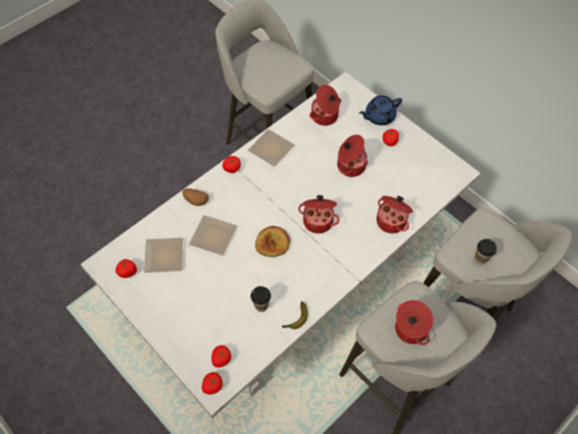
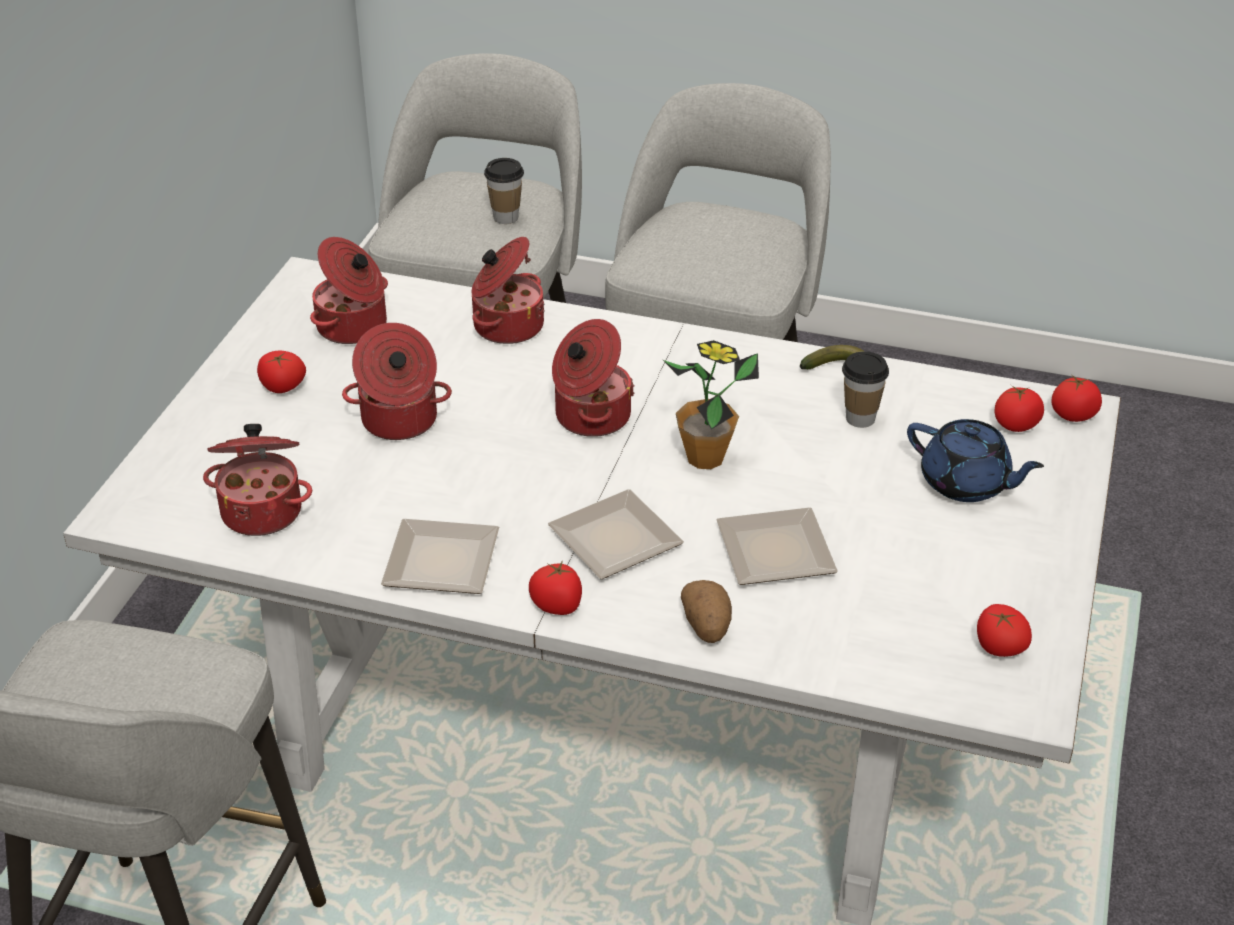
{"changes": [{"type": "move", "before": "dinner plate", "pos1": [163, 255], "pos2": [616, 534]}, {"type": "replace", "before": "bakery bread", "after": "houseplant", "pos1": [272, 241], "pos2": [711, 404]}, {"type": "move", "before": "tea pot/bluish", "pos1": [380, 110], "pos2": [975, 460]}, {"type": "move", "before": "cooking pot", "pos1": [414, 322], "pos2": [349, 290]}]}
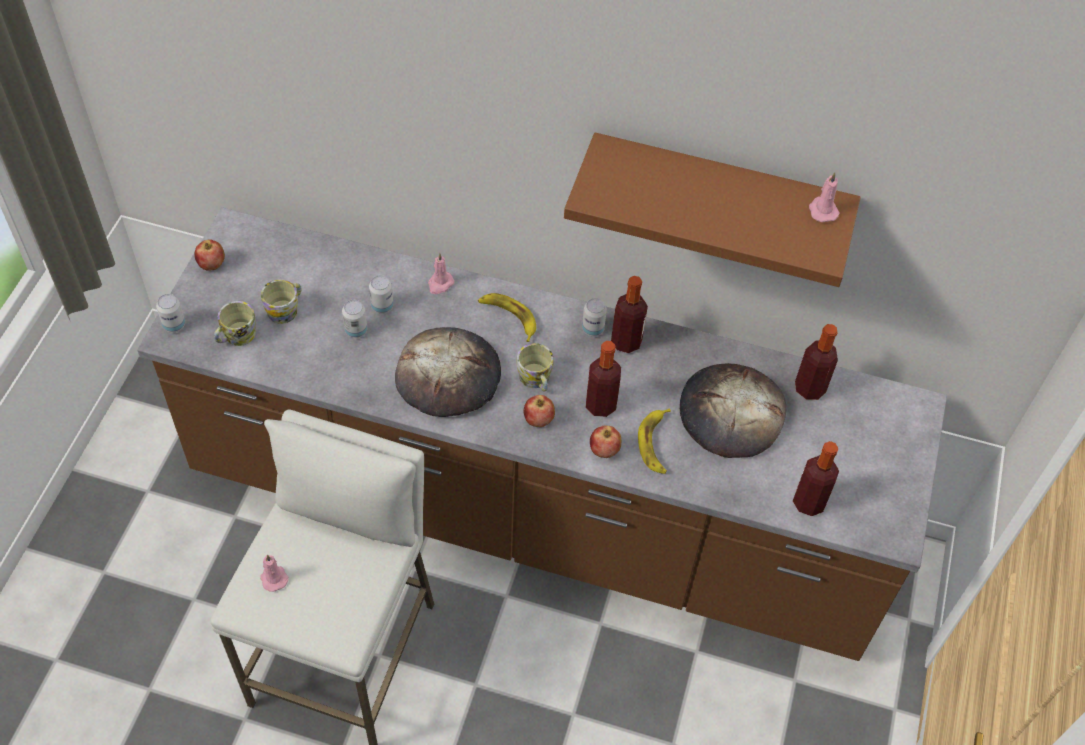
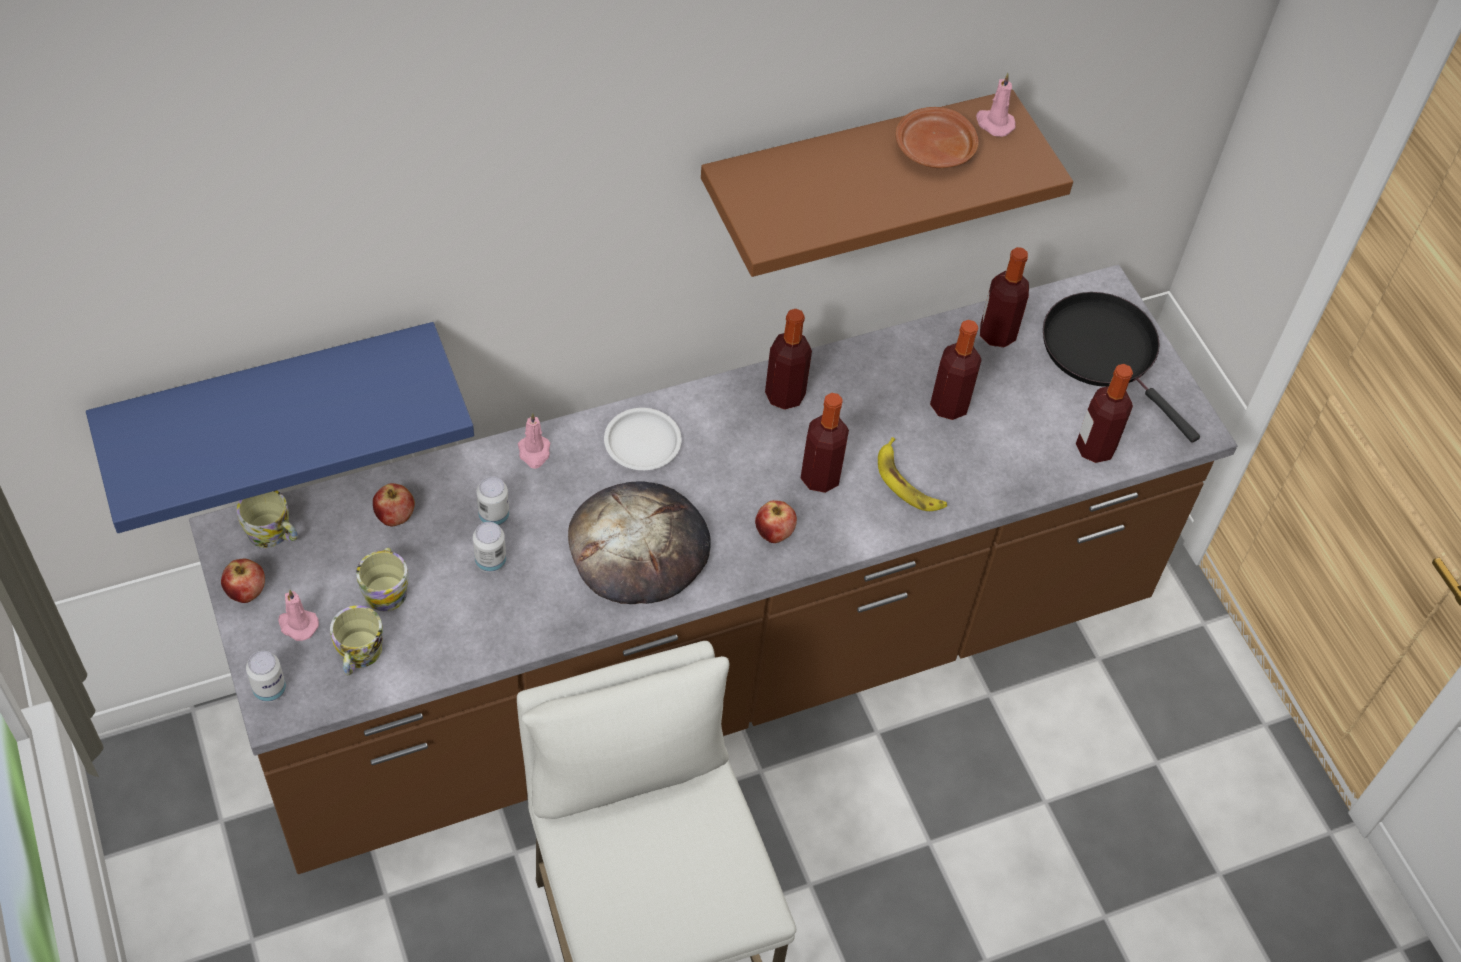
{"changes": [{"type": "move", "before": "wax candle/pink", "pos1": [274, 573], "pos2": [298, 615]}, {"type": "replace", "before": "banana", "after": "dinner plate/white-coloured", "pos1": [507, 317], "pos2": [643, 439]}, {"type": "move", "before": "tea mug", "pos1": [535, 367], "pos2": [267, 519]}, {"type": "delete", "before": "metal can", "pos1": [594, 317]}, {"type": "move", "before": "apple fruit", "pos1": [605, 441], "pos2": [394, 504]}, {"type": "replace", "before": "bakery bread", "after": "beverage bottle", "pos1": [733, 410], "pos2": [955, 370]}, {"type": "insert", "after": "wall shelf/bluish", "pos2": [280, 427]}, {"type": "insert", "after": "dinner plate/brown-coloured", "pos2": [937, 137]}, {"type": "insert", "after": "skillet/blackish", "pos2": [1121, 367]}]}
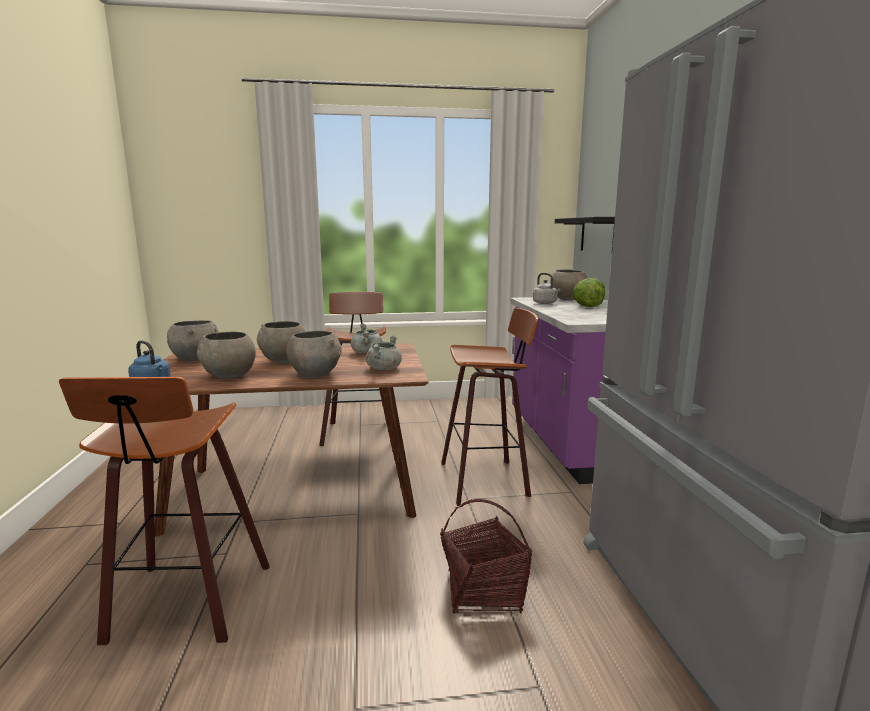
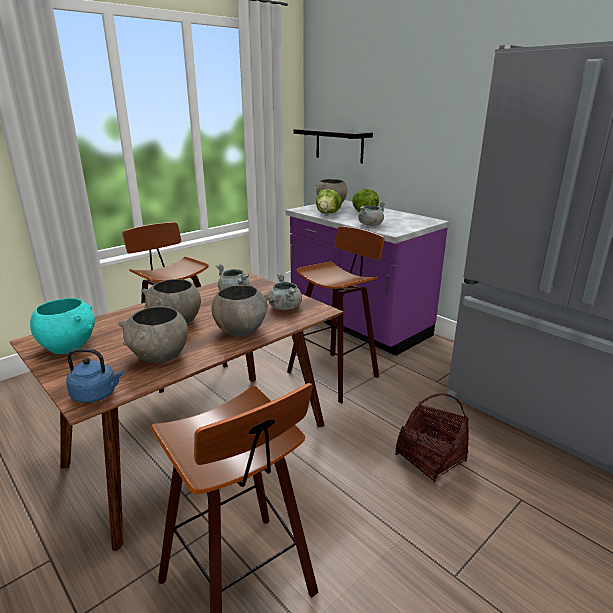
{"changes": [{"type": "recolor", "before": "deep dish/grey", "after": "deep dish/turquoise", "pos1": [193, 340], "pos2": [62, 326]}, {"type": "replace", "before": "kettle/grey", "after": "lettuce", "pos1": [546, 288], "pos2": [329, 201]}, {"type": "insert", "after": "cooking pot/grey", "pos2": [372, 214]}]}
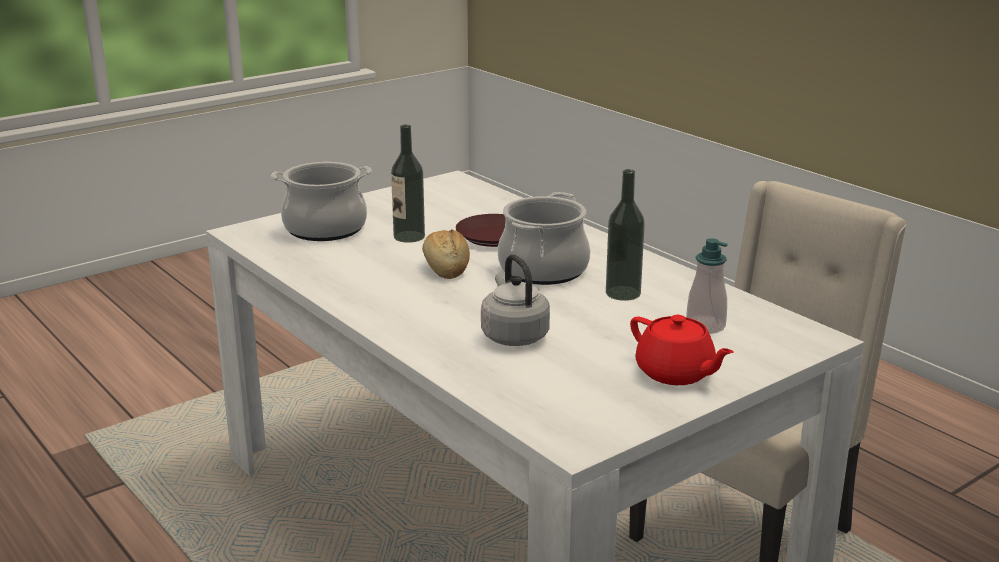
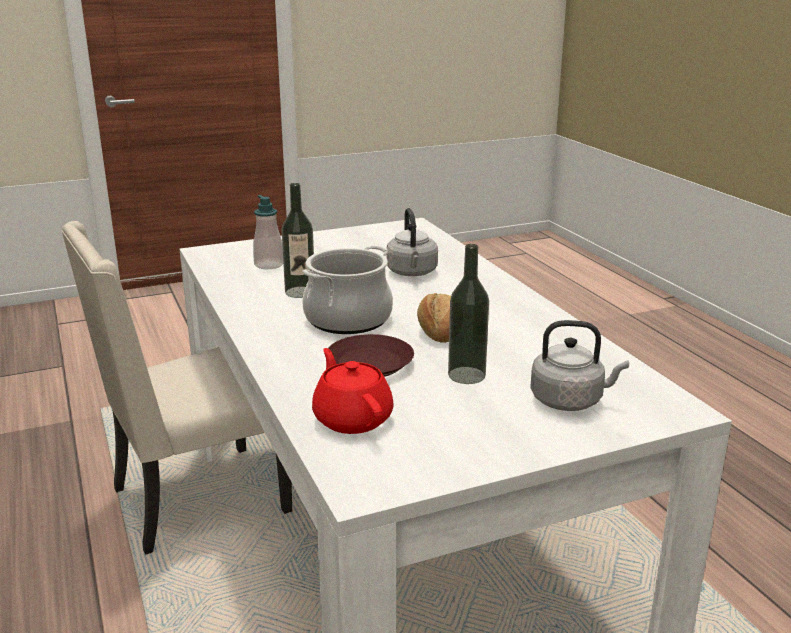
{"changes": [{"type": "replace", "before": "cooking pot", "after": "kettle/grey", "pos1": [321, 201], "pos2": [579, 365]}, {"type": "move", "before": "tea pot/reddish", "pos1": [681, 350], "pos2": [353, 391]}]}
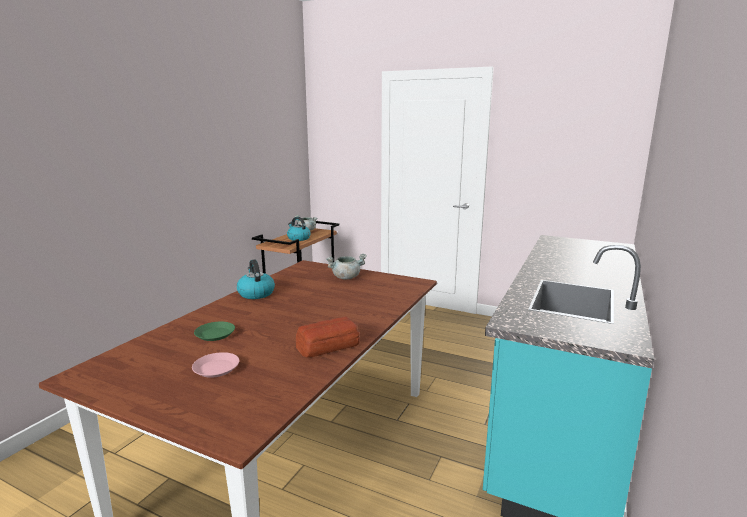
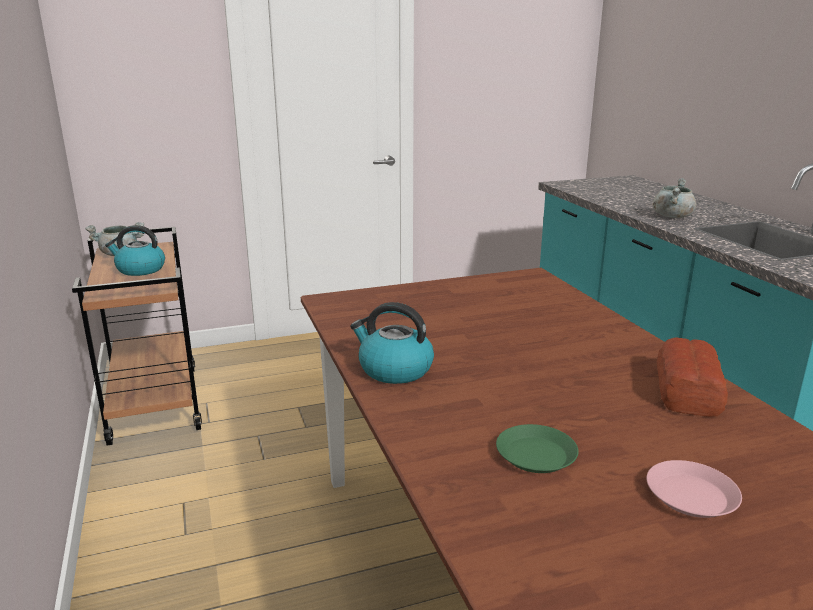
{"changes": [{"type": "move", "before": "cooking pot/grey", "pos1": [346, 267], "pos2": [674, 198]}]}
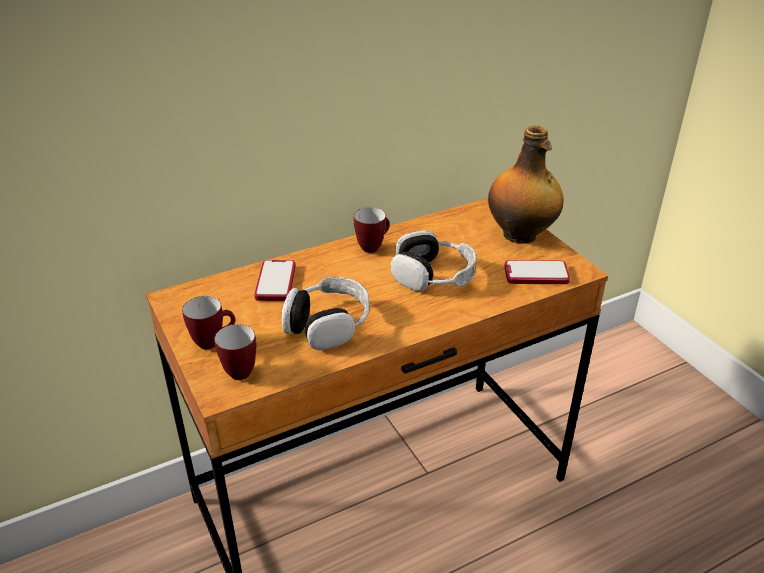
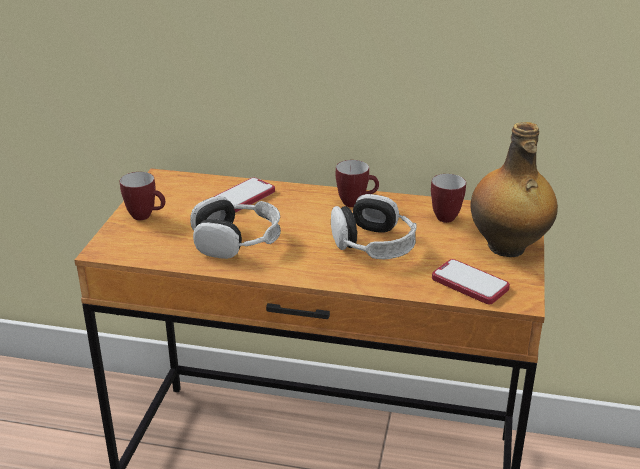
{"changes": [{"type": "move", "before": "tea mug", "pos1": [235, 352], "pos2": [448, 198]}]}
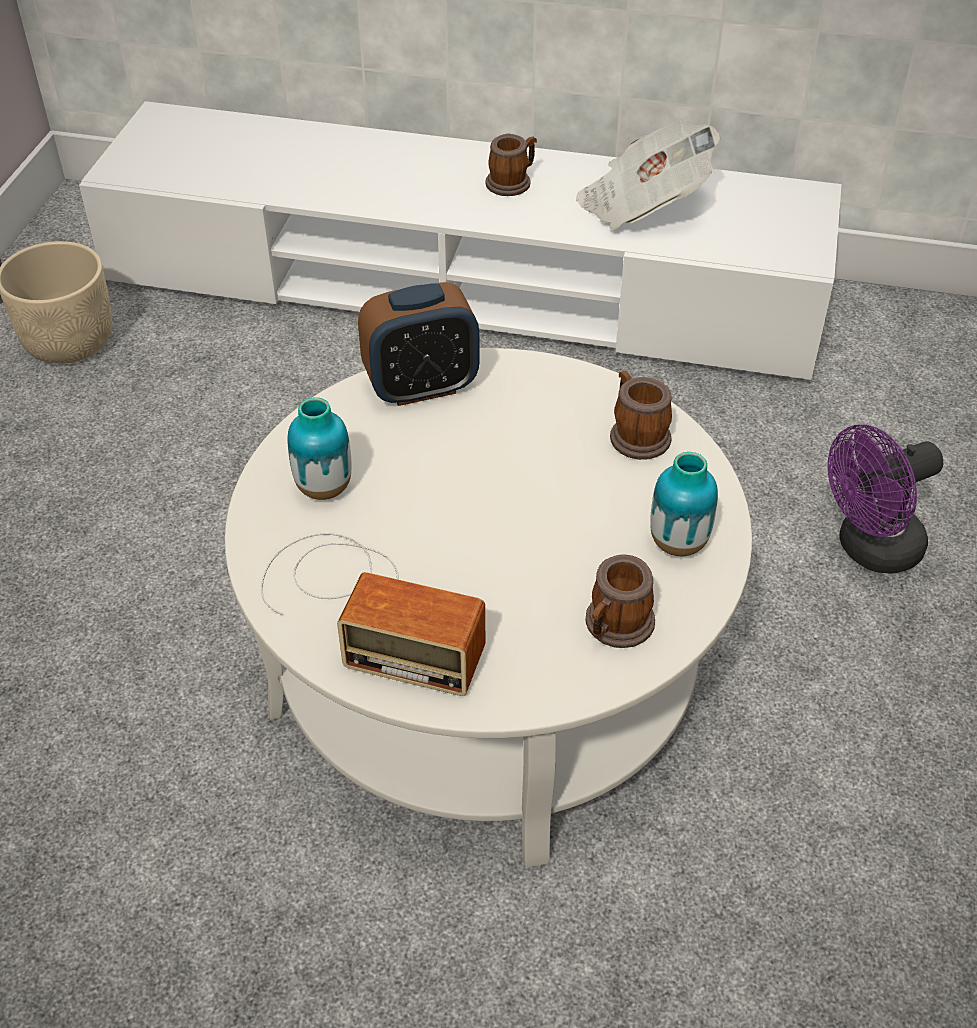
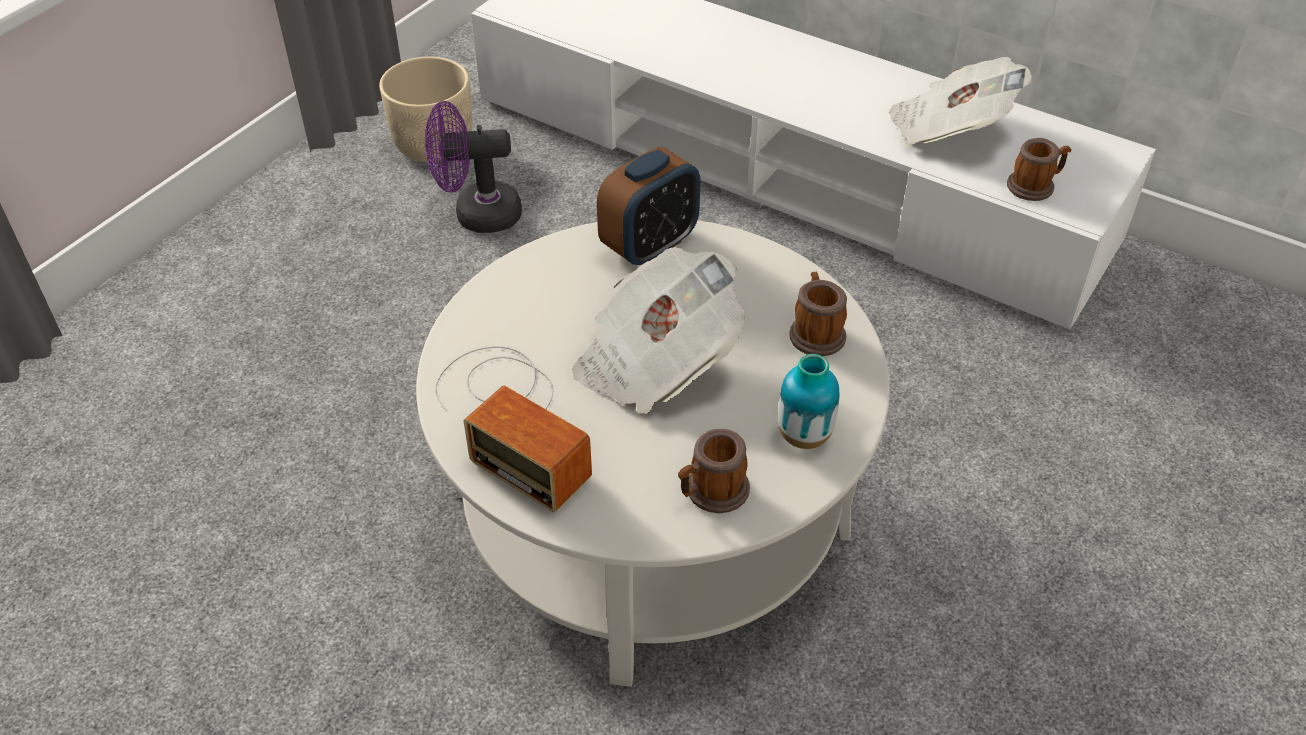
{"changes": [{"type": "delete", "before": "decorative vase", "pos1": [319, 448]}, {"type": "rotate", "before": "table clock", "pos1": [419, 344], "pos2": [648, 206], "turn": -45}, {"type": "move", "before": "tea mug", "pos1": [511, 165], "pos2": [1039, 169]}, {"type": "move", "before": "fan/purple-coloured", "pos1": [885, 499], "pos2": [473, 167]}, {"type": "insert", "after": "daily paper", "pos2": [658, 330]}]}
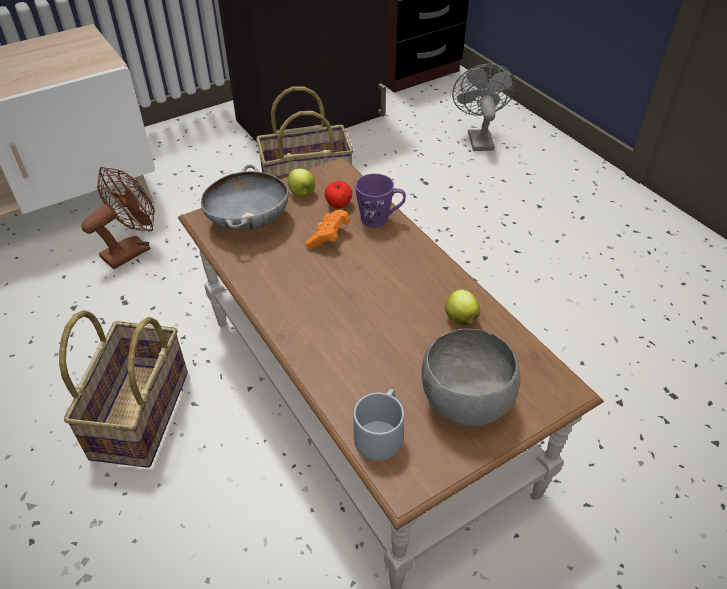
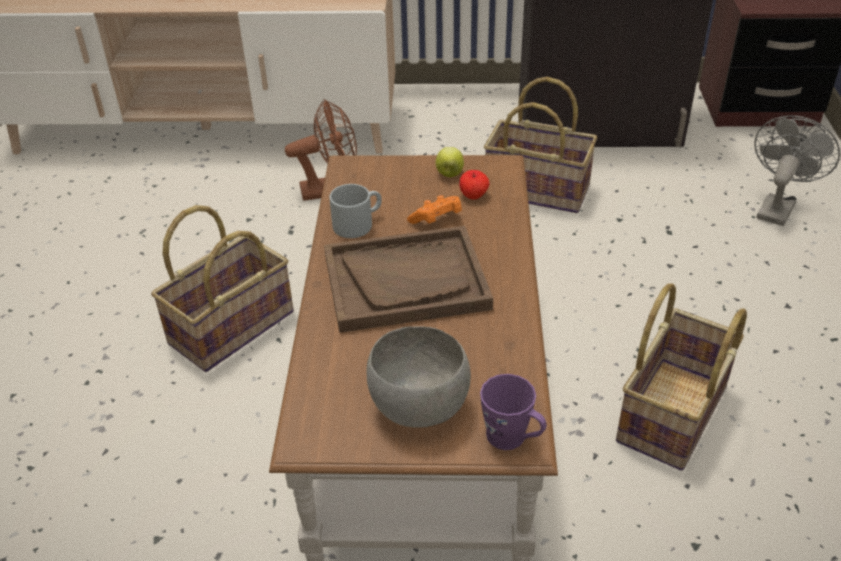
{"changes": [{"type": "delete", "before": "deep dish/grey", "pos1": [245, 197]}, {"type": "move", "before": "tea mug/grey", "pos1": [378, 425], "pos2": [356, 211]}, {"type": "move", "before": "tea mug/purple-coloured", "pos1": [380, 200], "pos2": [513, 412]}, {"type": "delete", "before": "apple fruit", "pos1": [462, 307]}, {"type": "insert", "after": "tray/brown-coloured", "pos2": [408, 279]}, {"type": "insert", "after": "storage basket", "pos2": [681, 376]}]}
